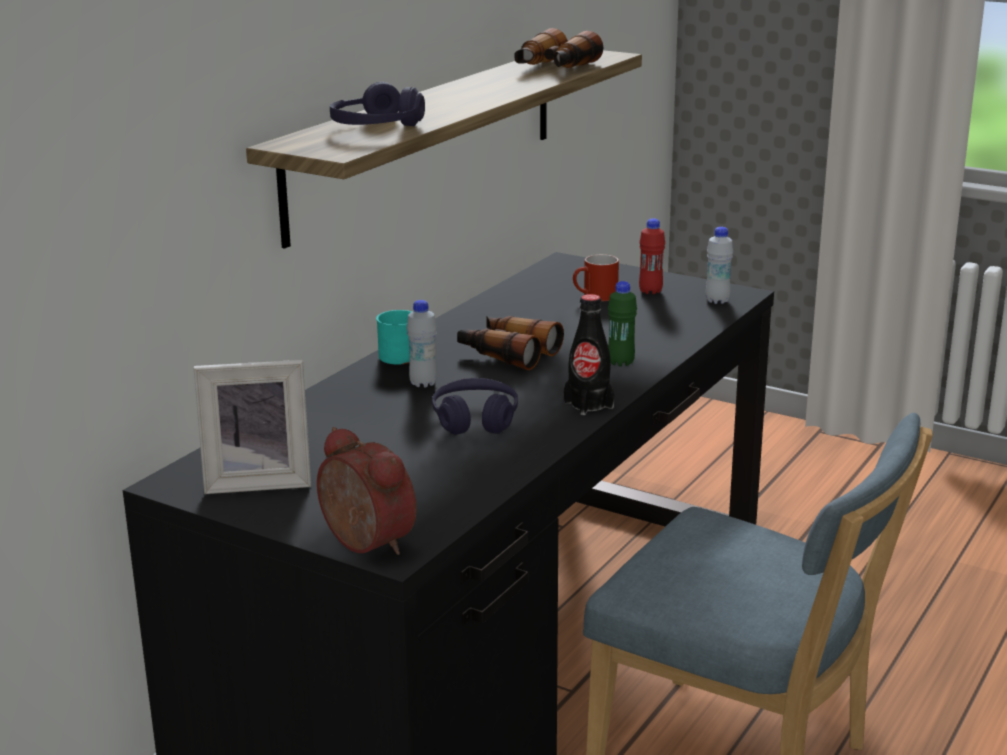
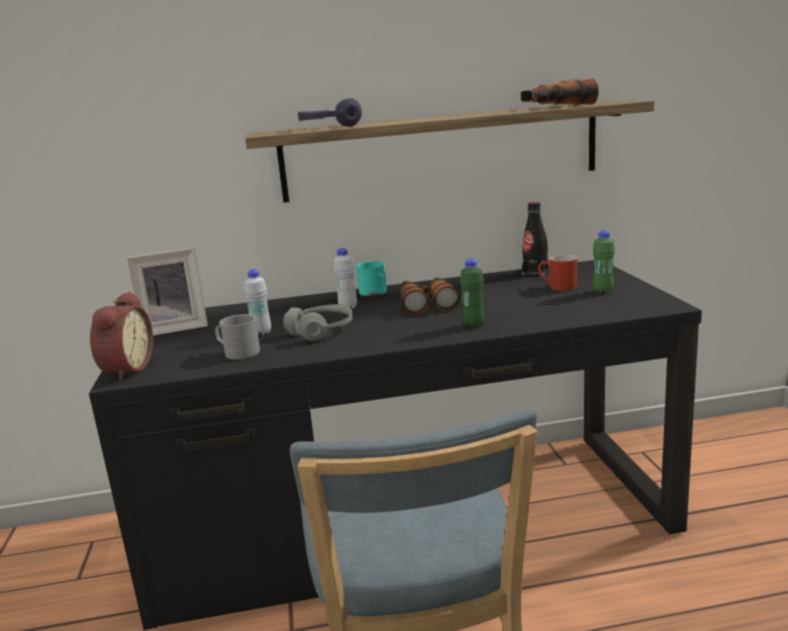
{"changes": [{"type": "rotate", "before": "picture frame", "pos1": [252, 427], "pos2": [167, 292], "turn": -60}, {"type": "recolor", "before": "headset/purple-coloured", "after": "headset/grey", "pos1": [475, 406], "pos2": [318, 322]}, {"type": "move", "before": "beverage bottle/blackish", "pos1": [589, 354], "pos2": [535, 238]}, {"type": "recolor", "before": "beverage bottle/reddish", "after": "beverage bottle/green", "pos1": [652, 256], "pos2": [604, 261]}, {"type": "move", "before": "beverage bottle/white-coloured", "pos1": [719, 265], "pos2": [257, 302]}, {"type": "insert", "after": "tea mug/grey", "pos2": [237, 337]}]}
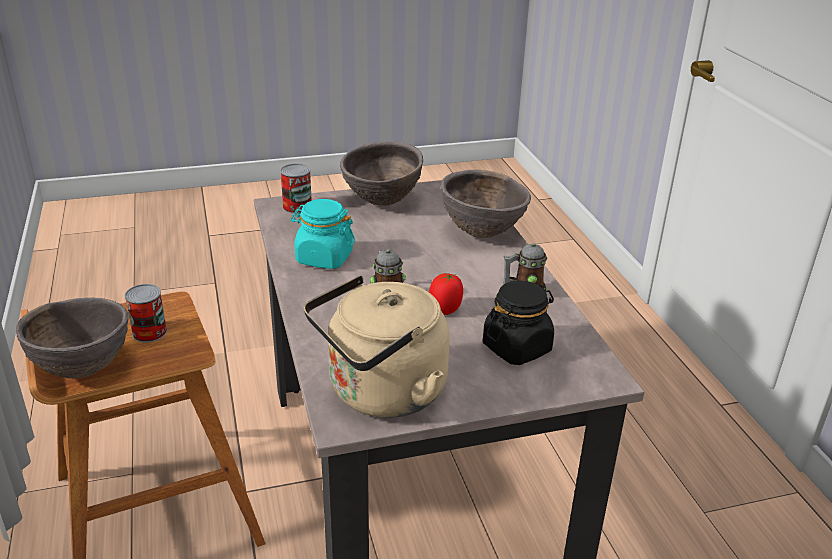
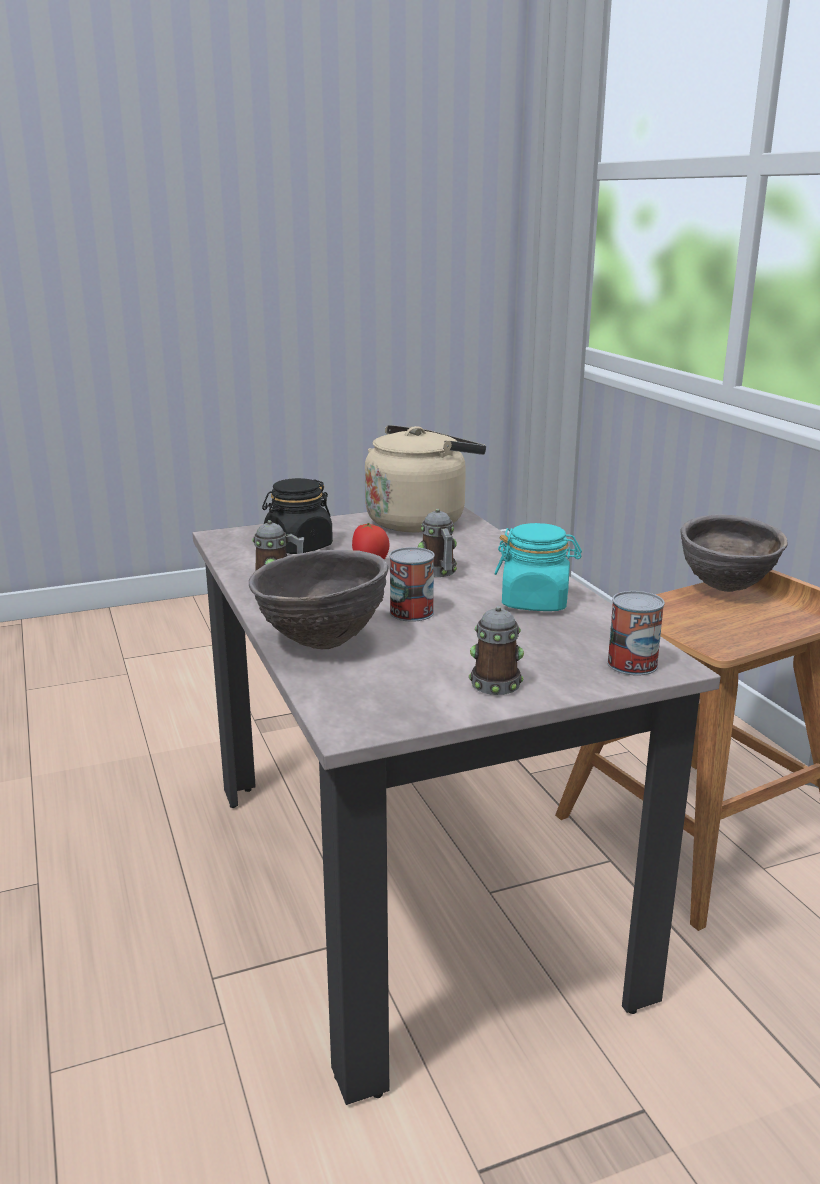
{"changes": [{"type": "move", "before": "metal can", "pos1": [146, 313], "pos2": [412, 584]}, {"type": "replace", "before": "deep dish/brown-coloured", "after": "tea mug", "pos1": [381, 173], "pos2": [496, 650]}]}
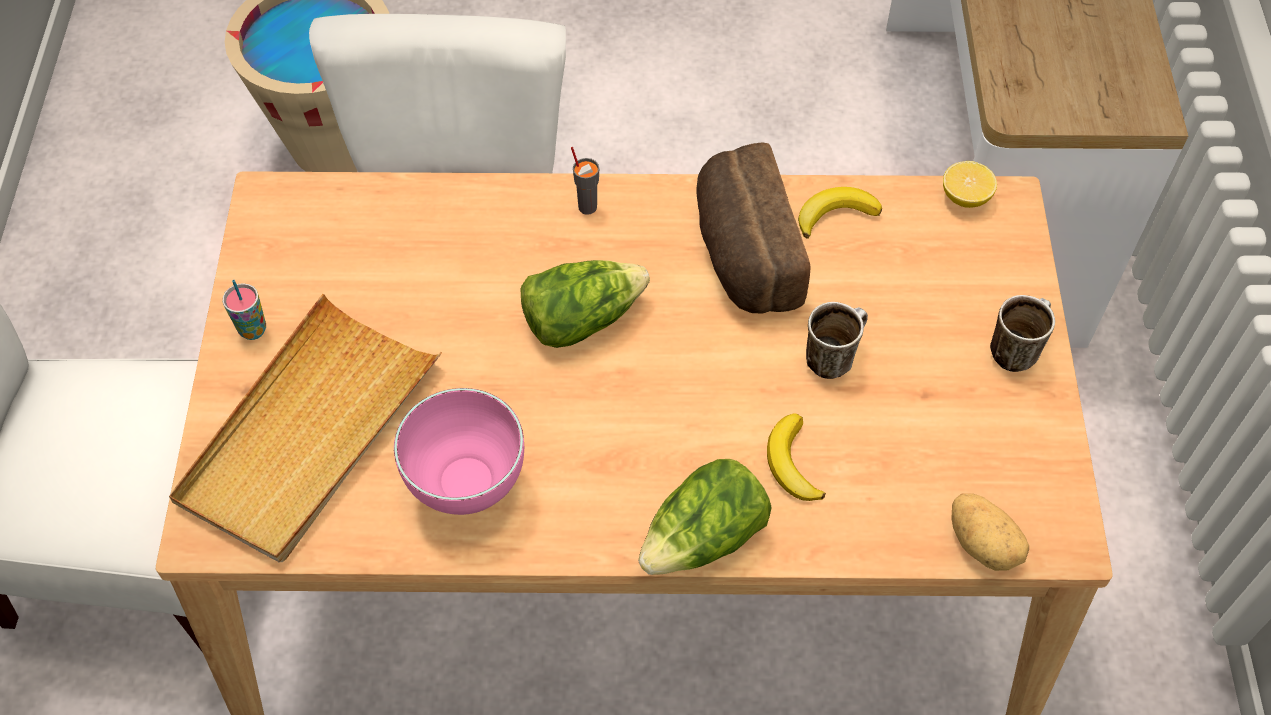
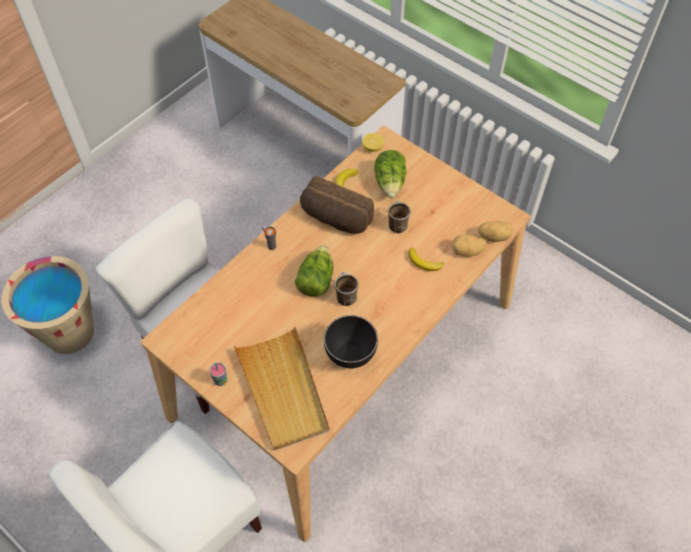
{"changes": [{"type": "recolor", "before": "deep dish/pink", "after": "deep dish/blackish", "pos1": [459, 451], "pos2": [351, 342]}, {"type": "move", "before": "lettuce", "pos1": [705, 517], "pos2": [390, 174]}, {"type": "move", "before": "tea mug", "pos1": [1022, 333], "pos2": [347, 289]}, {"type": "insert", "after": "potato", "pos2": [469, 245]}]}
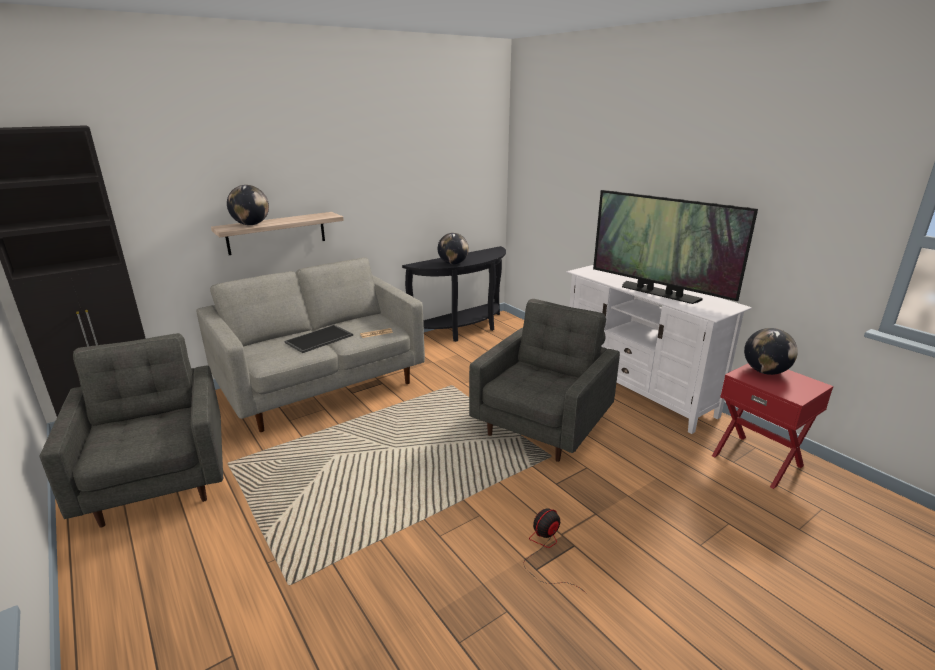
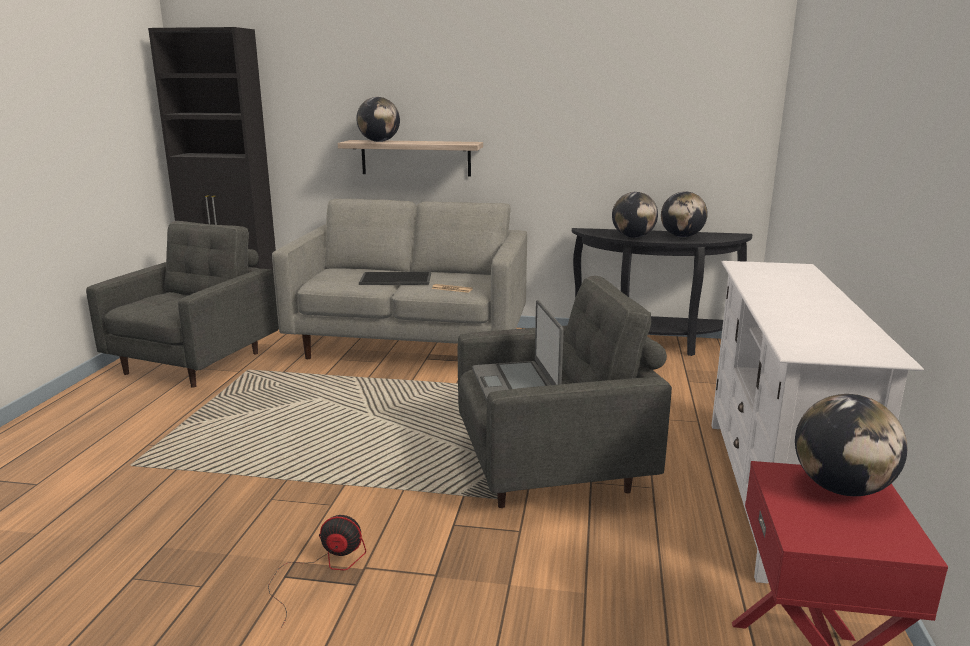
{"changes": [{"type": "delete", "before": "TV set", "pos1": [675, 247]}, {"type": "insert", "after": "notebook computer", "pos2": [518, 350]}, {"type": "insert", "after": "desk globe", "pos2": [684, 214]}]}
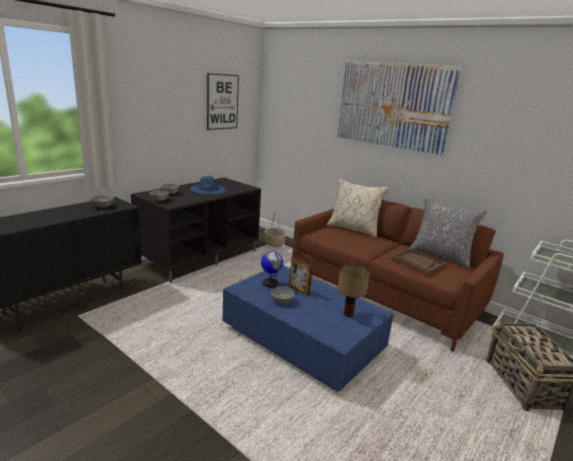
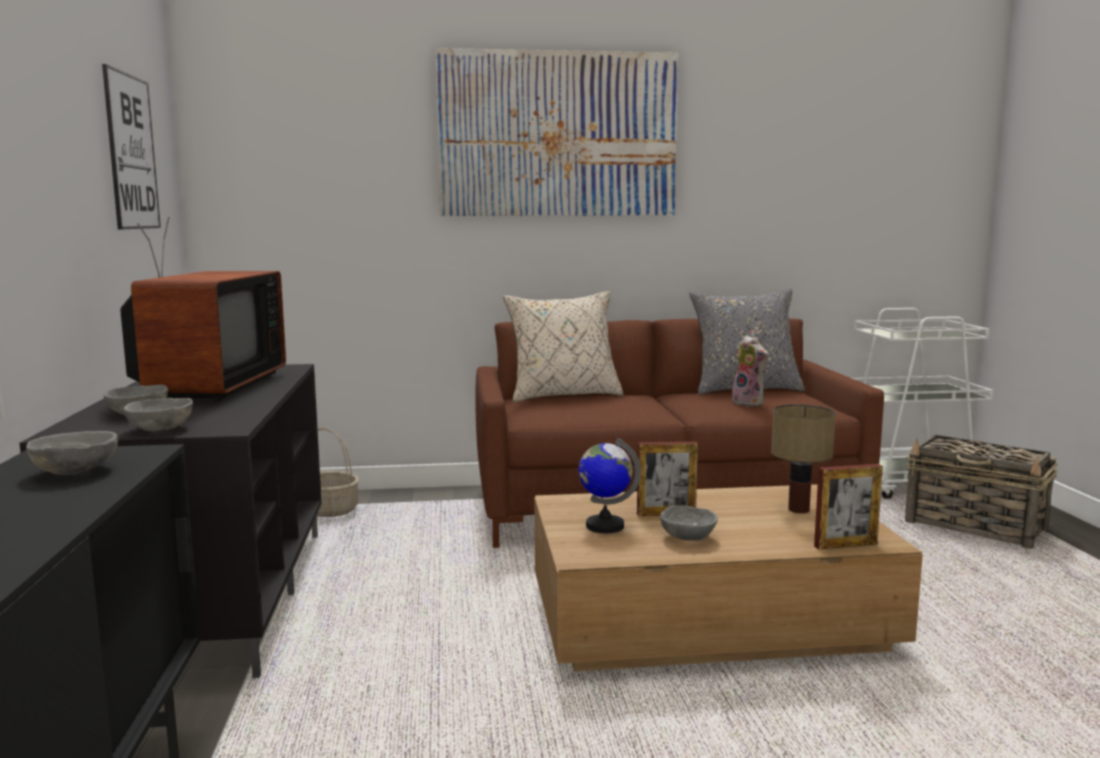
{"changes": [{"type": "replace", "before": "hat/bluish", "after": "TV set", "pos1": [208, 185], "pos2": [203, 309]}, {"type": "recolor", "before": "coffee table/bluish", "after": "coffee table/brown-coloured", "pos1": [308, 328], "pos2": [728, 577]}, {"type": "replace", "before": "tray/brown-coloured", "after": "plush toy", "pos1": [418, 261], "pos2": [750, 371]}, {"type": "insert", "after": "picture frame", "pos2": [848, 506]}]}
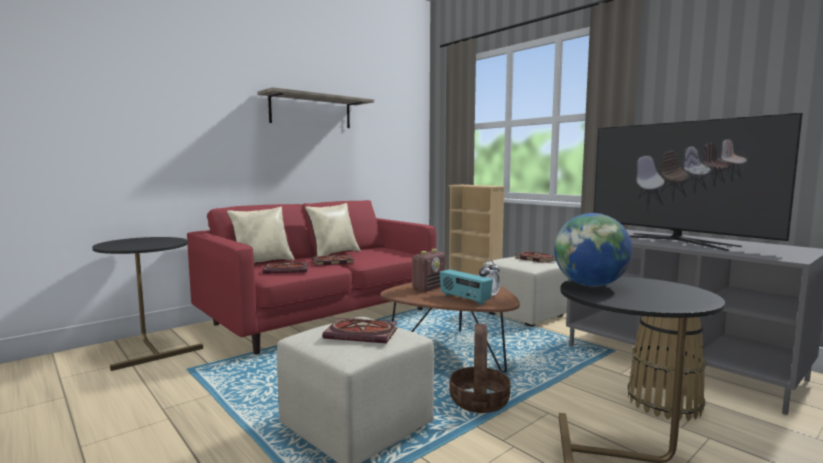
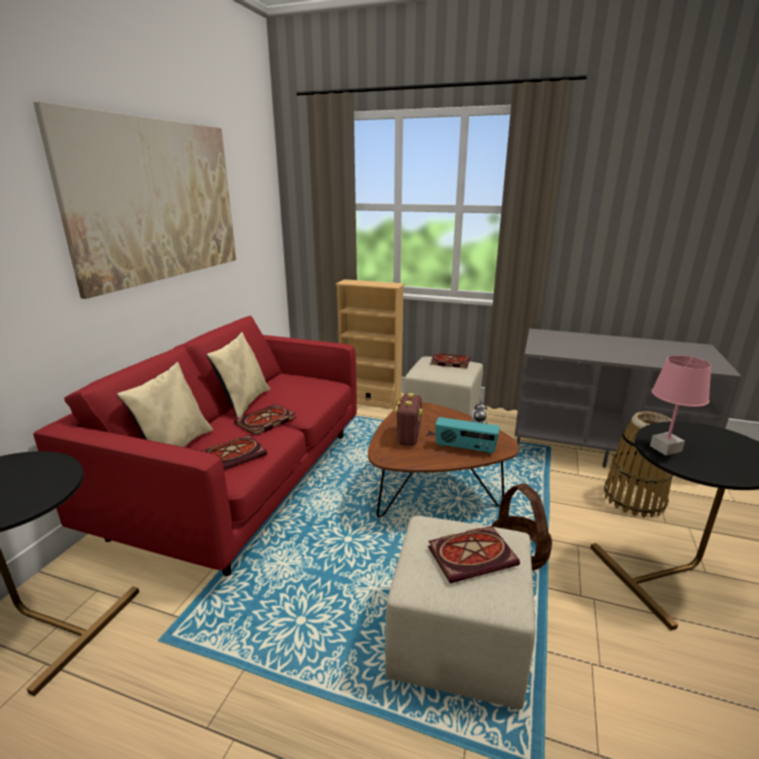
{"changes": [{"type": "replace", "before": "wall shelf", "after": "wall picture", "pos1": [315, 107], "pos2": [134, 200]}, {"type": "replace", "before": "desk globe", "after": "lamp for a table/pink", "pos1": [593, 250], "pos2": [680, 405]}, {"type": "delete", "before": "TV set", "pos1": [698, 182]}]}
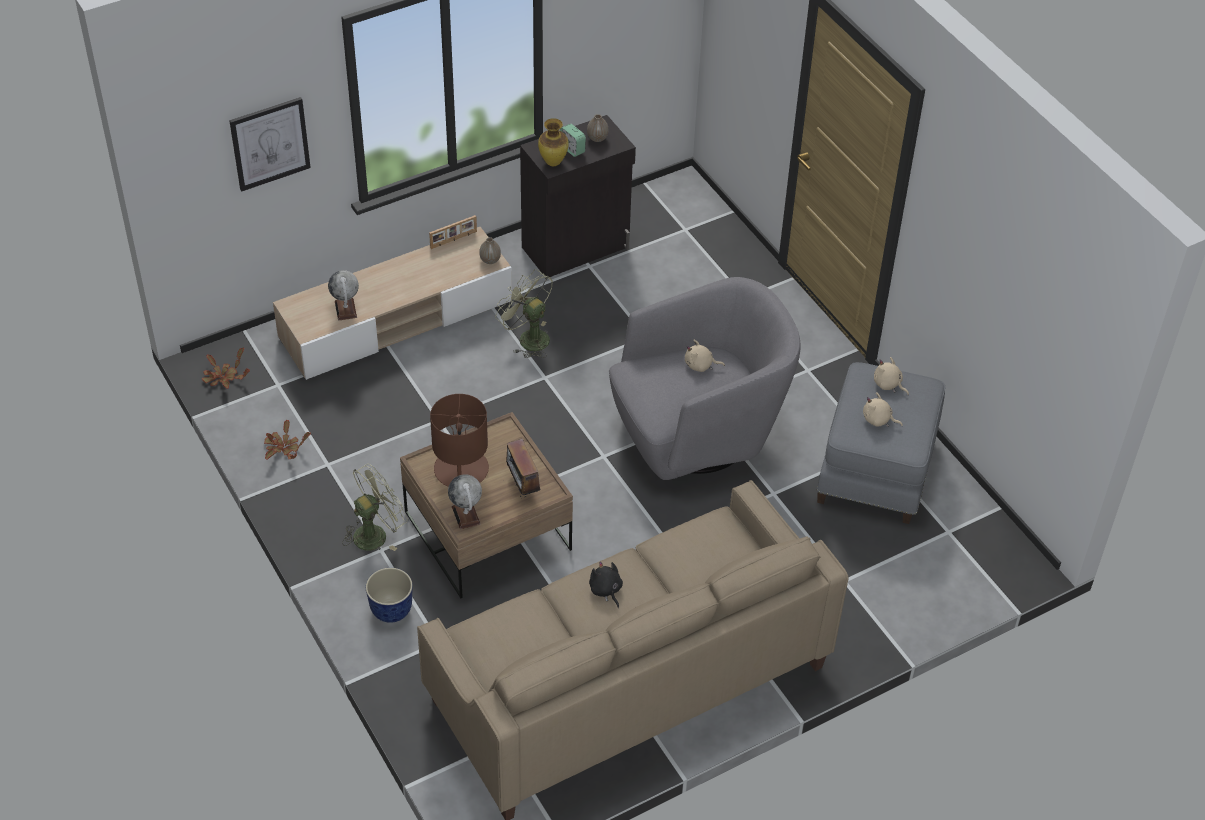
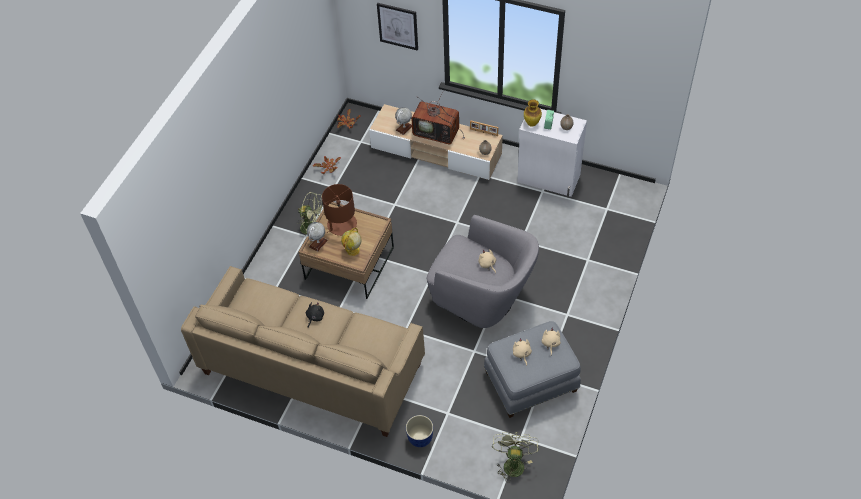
{"changes": [{"type": "move", "before": "flower pot", "pos1": [389, 595], "pos2": [419, 431]}, {"type": "move", "before": "fan/green", "pos1": [524, 313], "pos2": [515, 457]}, {"type": "replace", "before": "radio", "after": "desk globe", "pos1": [523, 468], "pos2": [351, 242]}, {"type": "recolor", "before": "storage cabinet/blackish", "after": "storage cabinet/white-coloured", "pos1": [578, 196], "pos2": [552, 153]}, {"type": "insert", "after": "TV set", "pos2": [438, 117]}]}
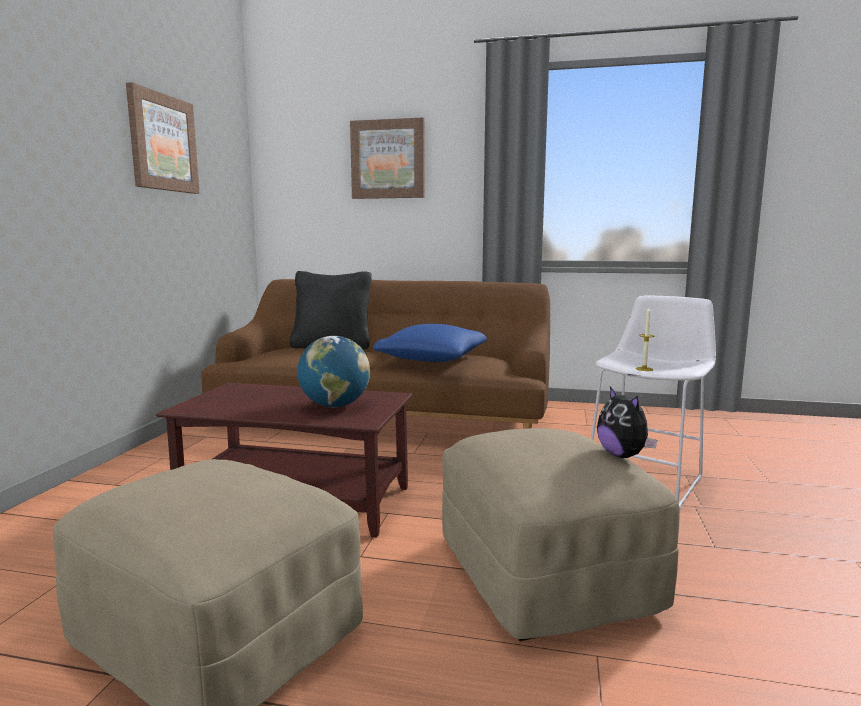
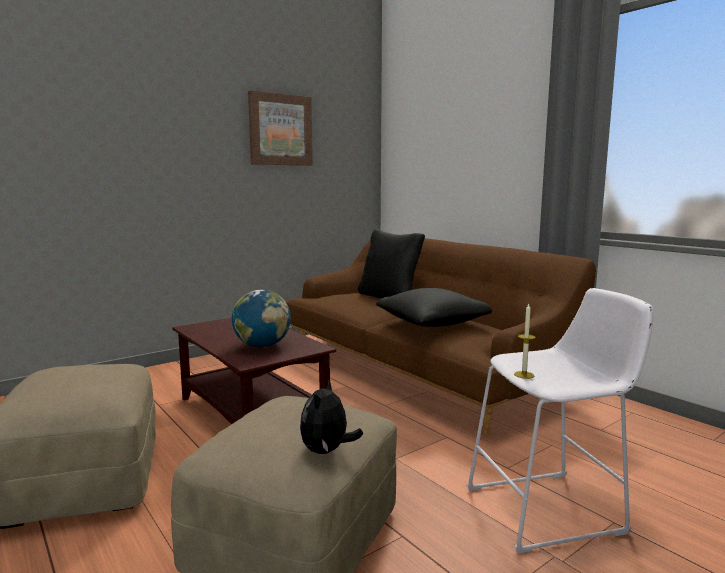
{"changes": [{"type": "delete", "before": "wall picture", "pos1": [387, 158]}, {"type": "recolor", "before": "pillow/bluish", "after": "pillow/blackish", "pos1": [430, 343], "pos2": [434, 307]}]}
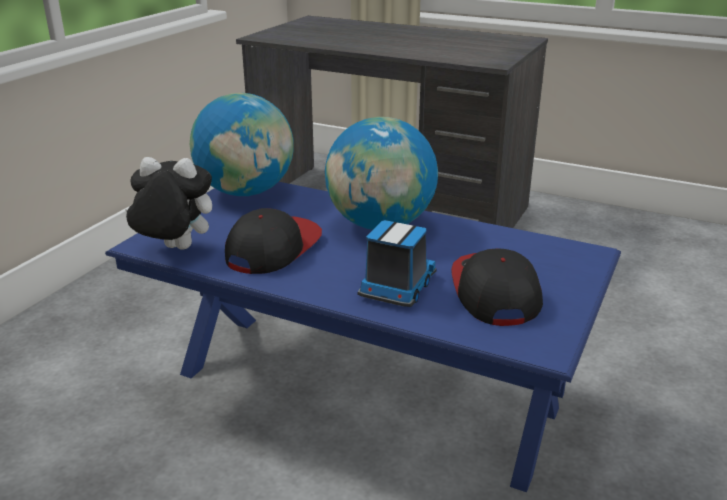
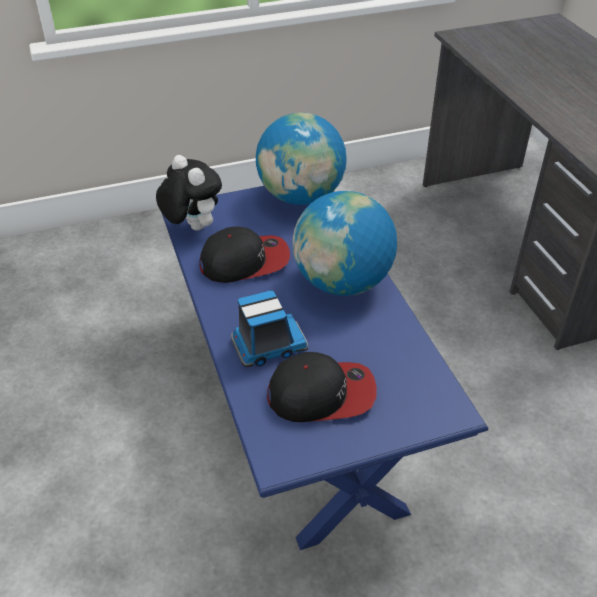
{"changes": [{"type": "rotate", "before": "peaked cap", "pos1": [497, 287], "pos2": [322, 387], "turn": 45}]}
